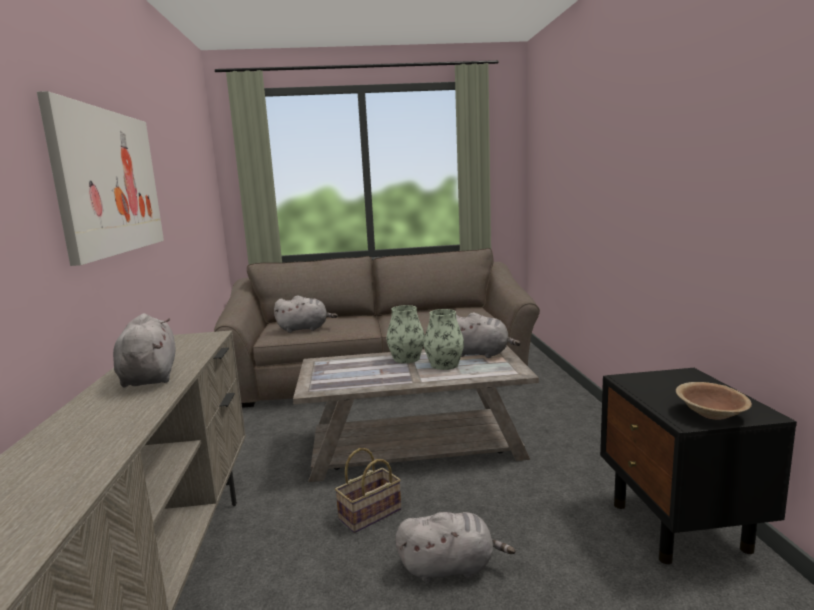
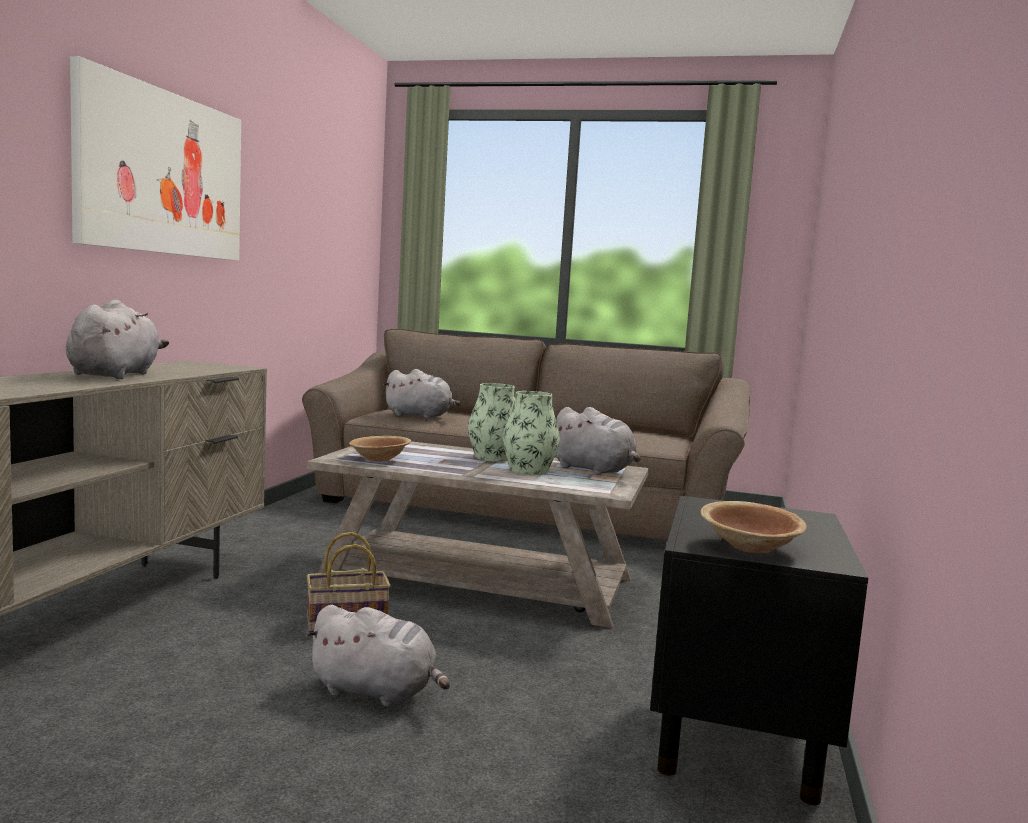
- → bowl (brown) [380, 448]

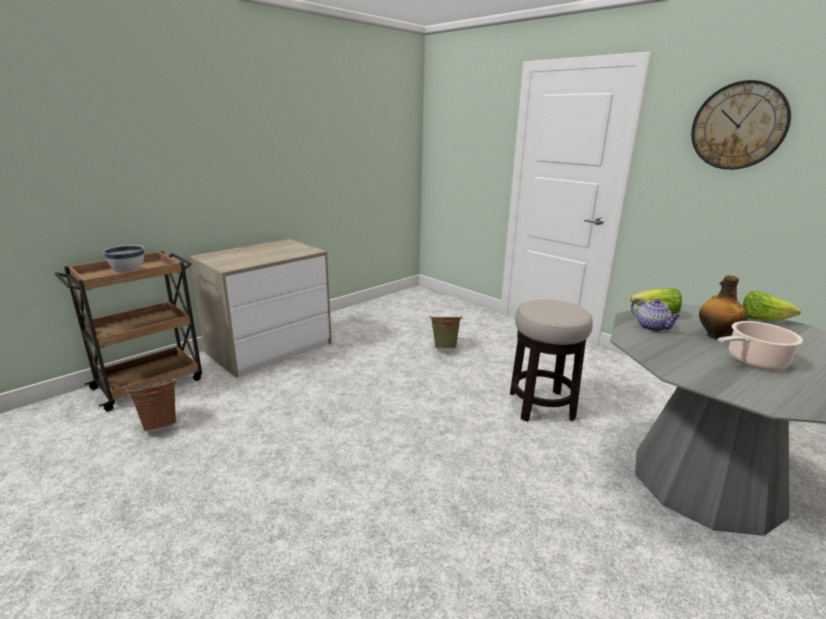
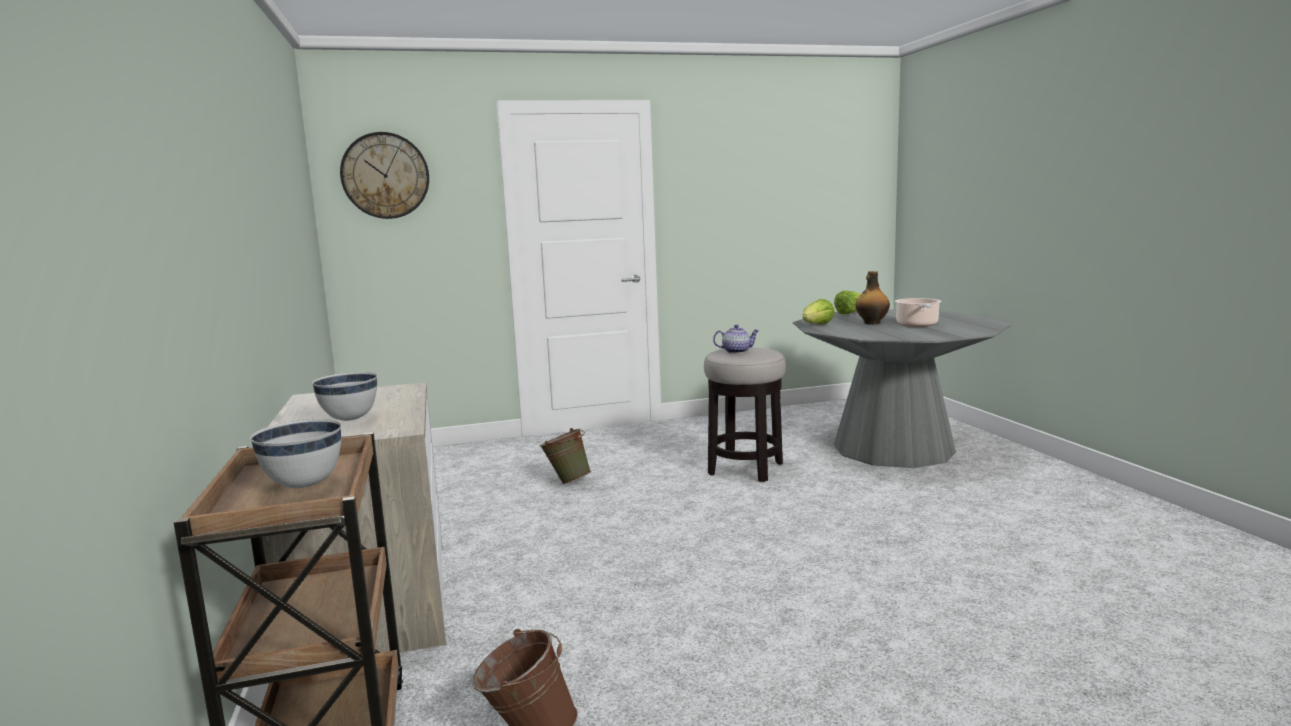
teapot [656, 315] → teapot [736, 339], move
wall clock [741, 125] → wall clock [384, 175], move
- → bowl (white) [344, 396]

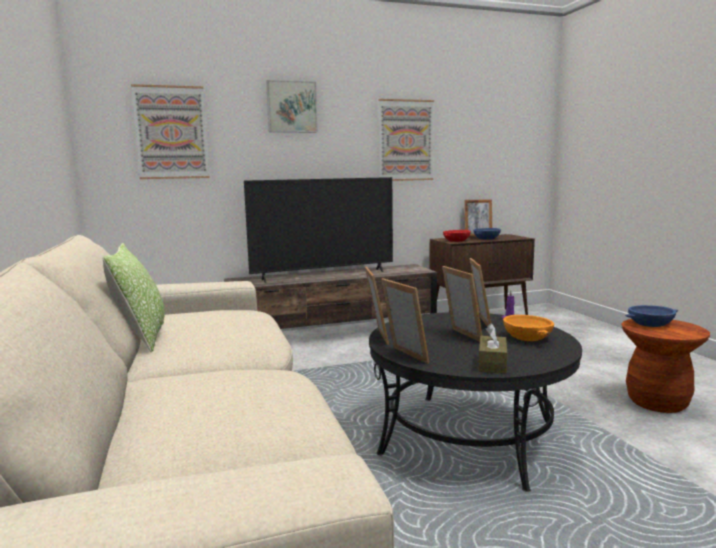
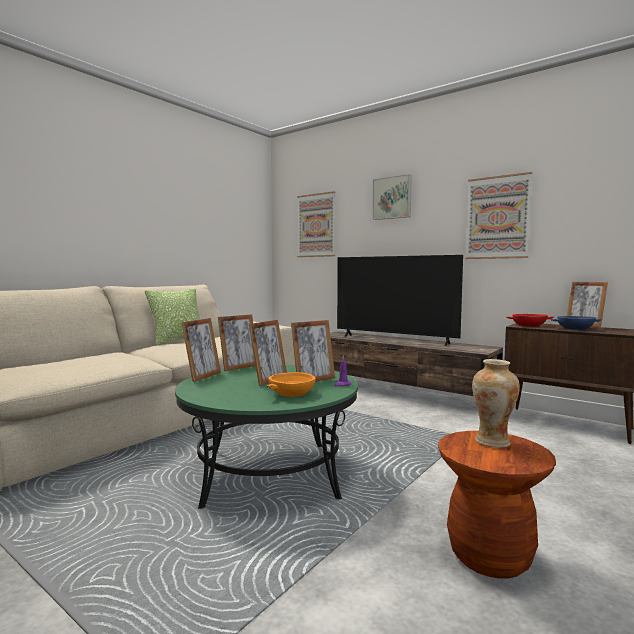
coffee table (black) [475, 402] → coffee table (green) [266, 437]
tissue box (brown) [493, 348] → -
bowl (blue) [651, 316] → vase [496, 403]

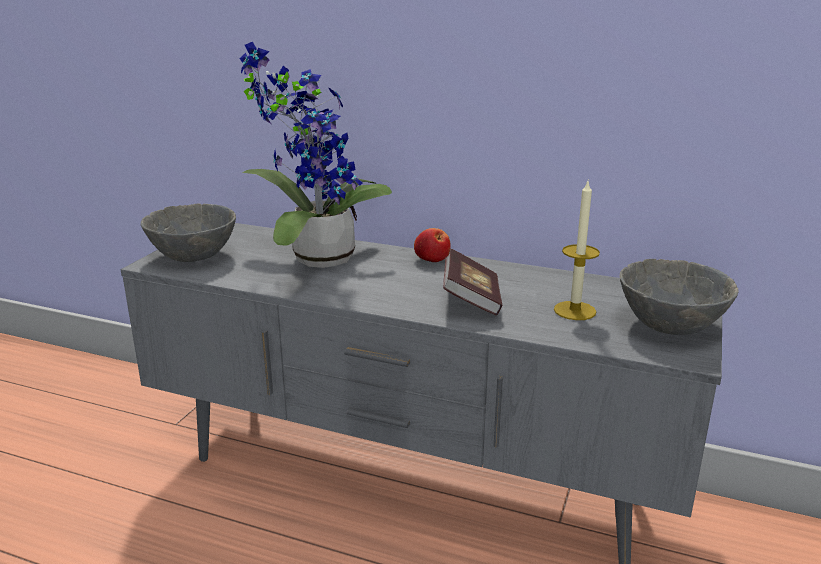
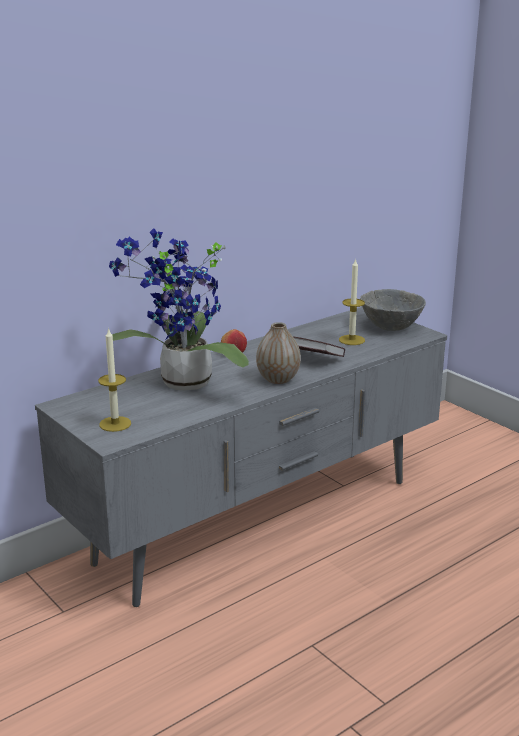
bowl (grey) [188, 233] → candle [114, 379]
- → vase [278, 353]

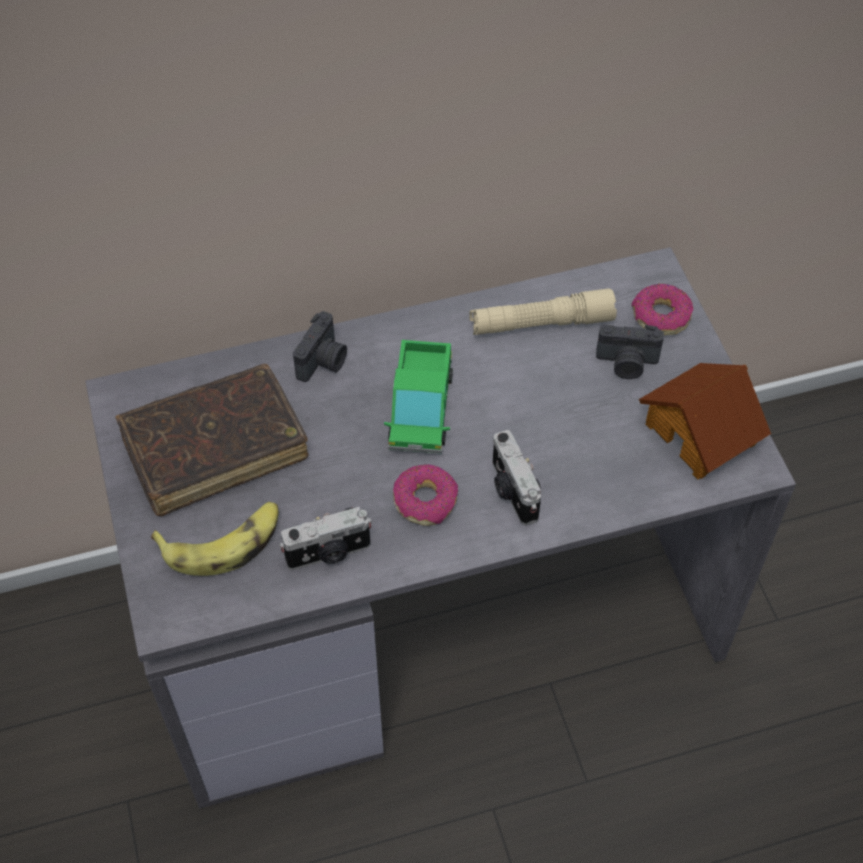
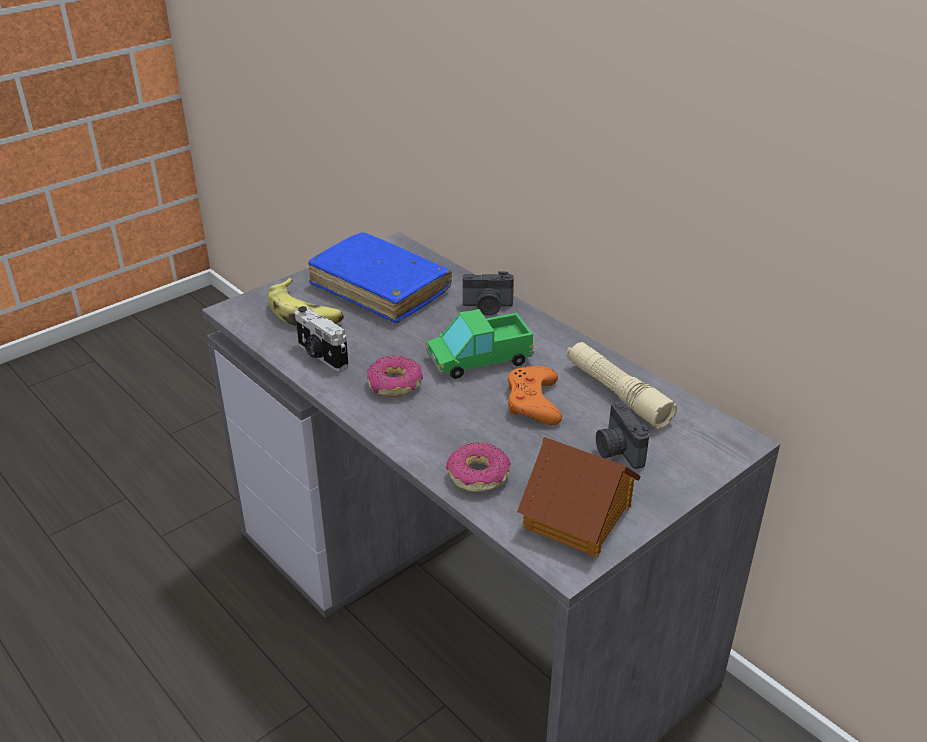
book (brown) [212, 440] → book (blue) [380, 277]
photo camera [516, 477] → -
donut [662, 309] → donut [478, 467], move
- → game controller (orange) [534, 395]

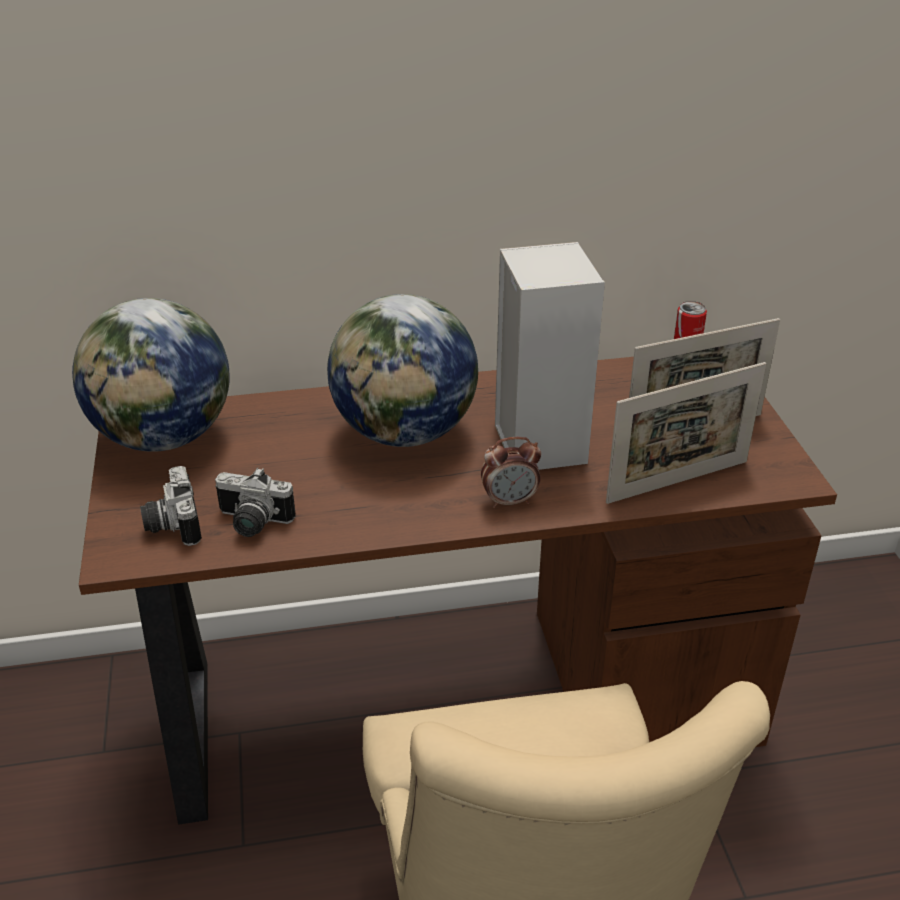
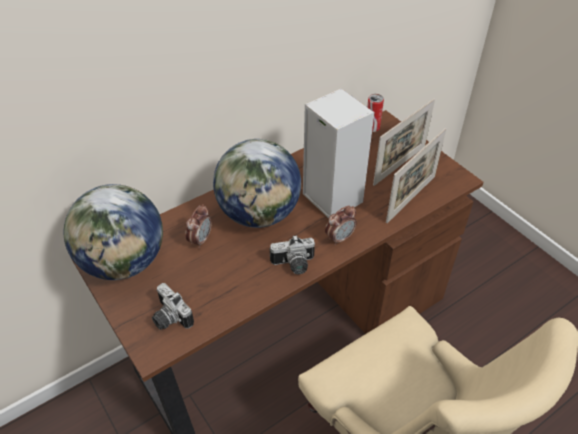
photo camera [255, 502] → photo camera [292, 254], move
- → alarm clock [198, 226]

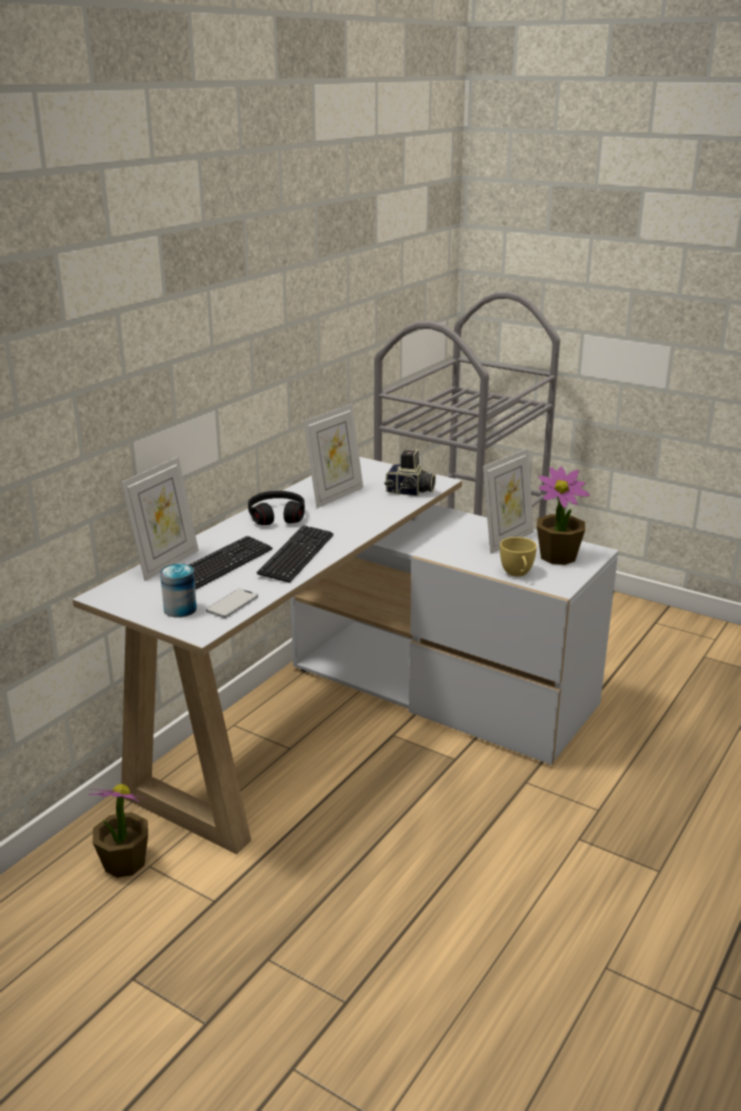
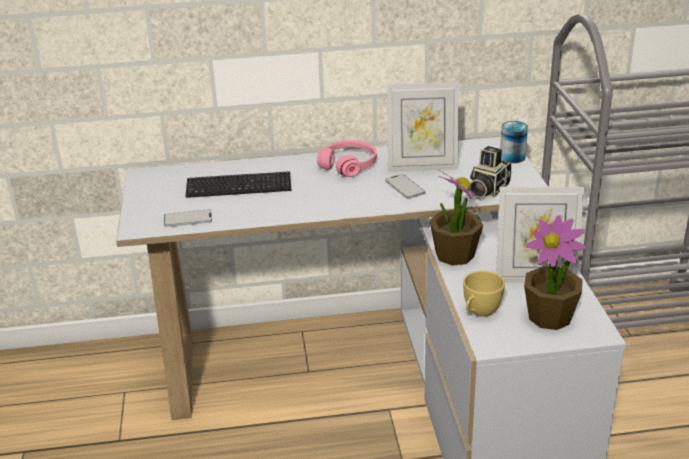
potted plant [118, 831] → potted plant [456, 218], move
picture frame [160, 519] → -
can [178, 591] → can [514, 142], move
headphones (black) [276, 508] → headphones (pink) [347, 158]
keyboard [295, 554] → -
photo camera [410, 472] → photo camera [490, 172], 60 degrees clockwise
- → phone [405, 186]

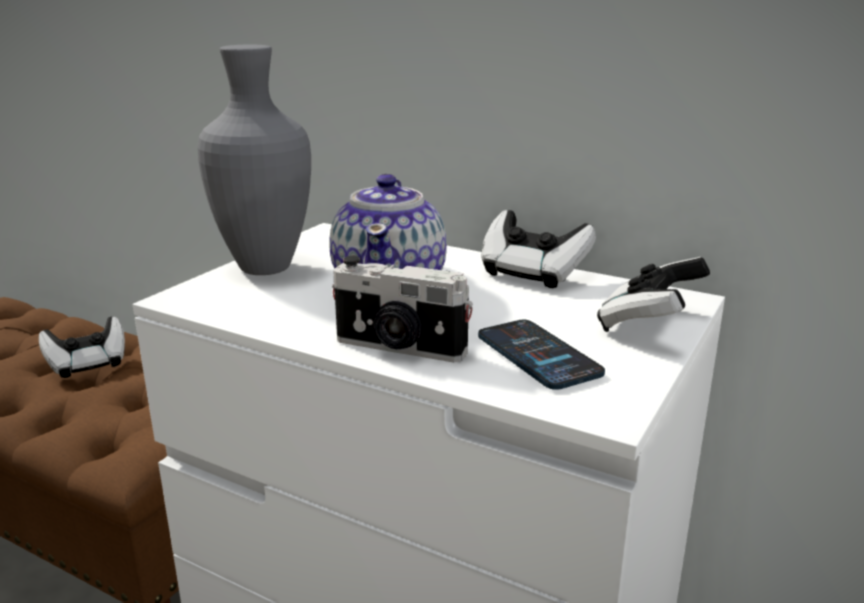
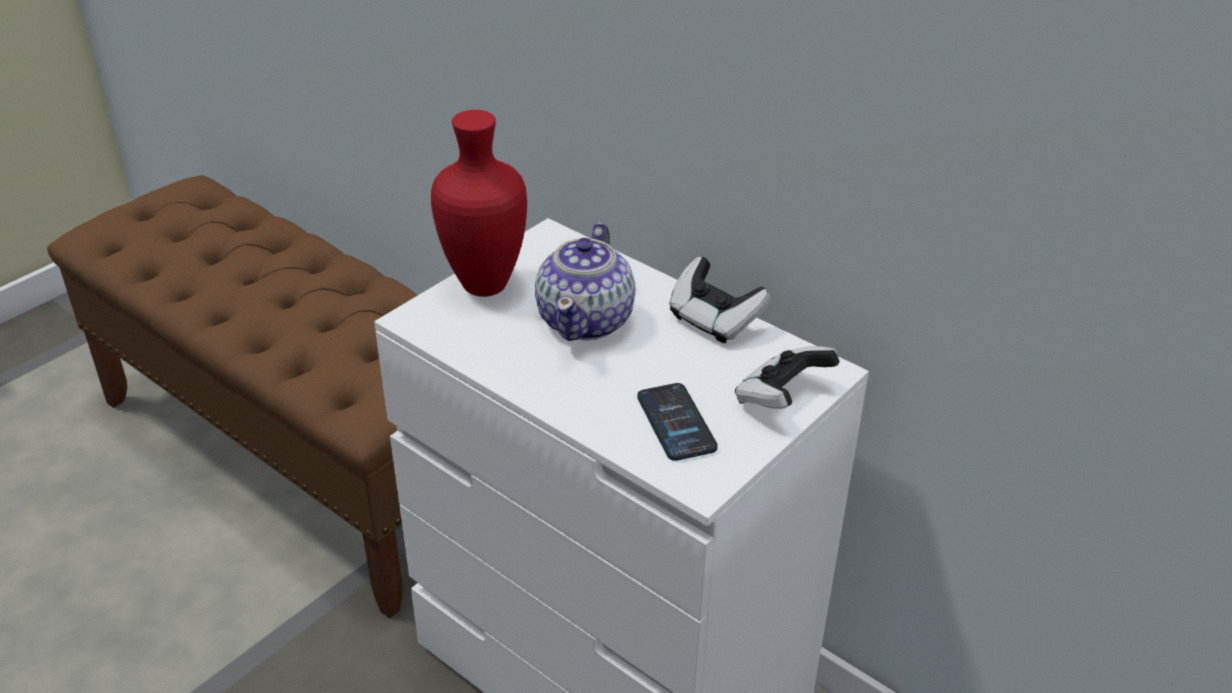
game controller [82, 347] → -
vase (grey) [254, 160] → vase (red) [479, 203]
photo camera [402, 309] → -

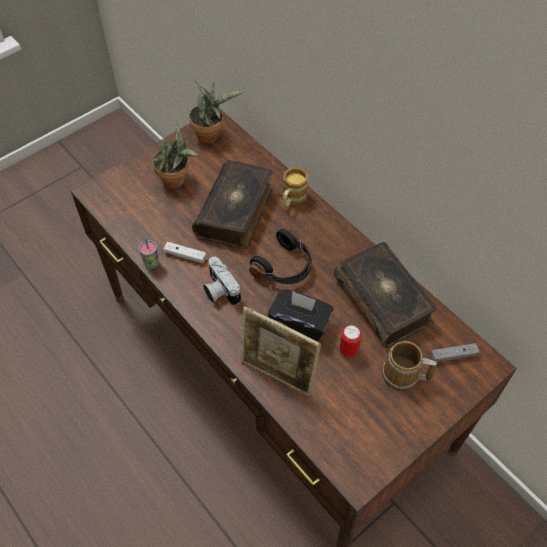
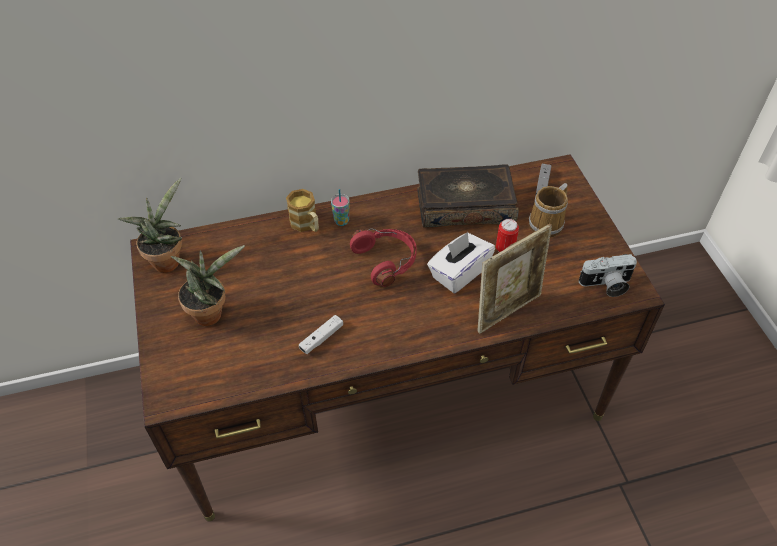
cup [149, 253] → cup [340, 207], move
book [232, 204] → -
photo camera [222, 281] → photo camera [608, 275], move
headphones (black) [280, 256] → headphones (red) [383, 257]
tissue box (black) [300, 315] → tissue box (white) [461, 262]

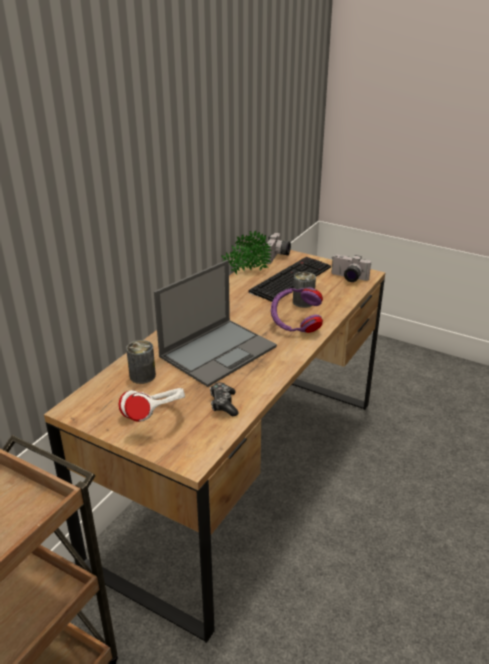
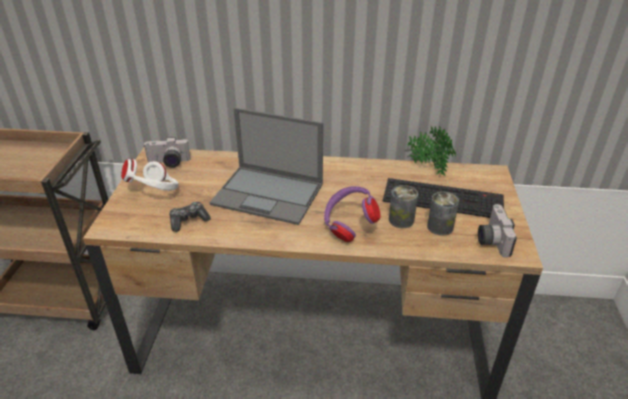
can [141, 362] → can [443, 214], move
photo camera [277, 248] → photo camera [167, 152], move

